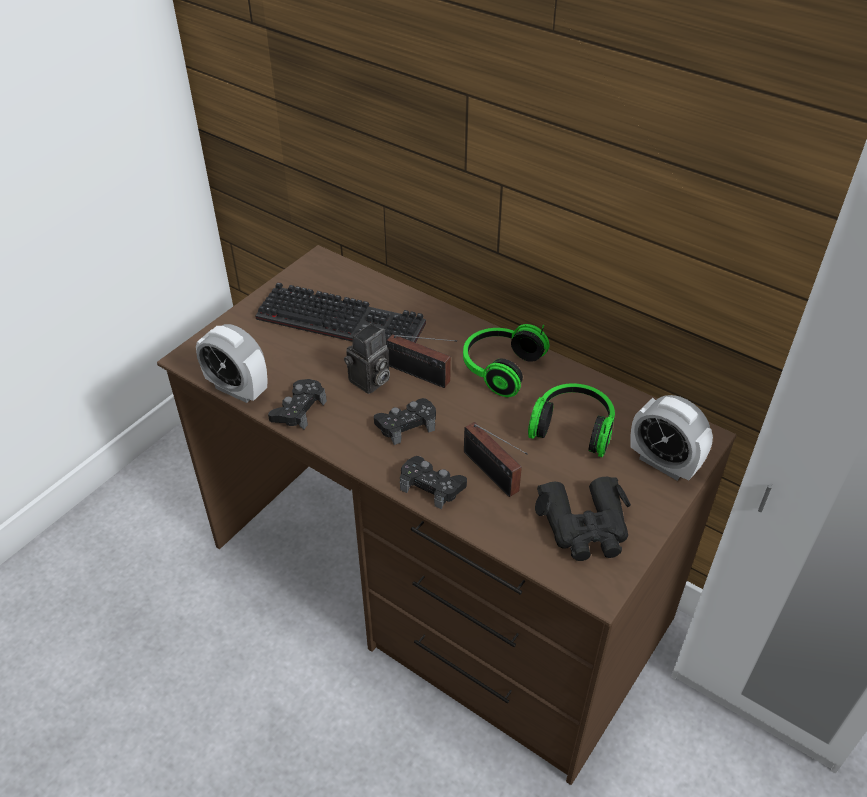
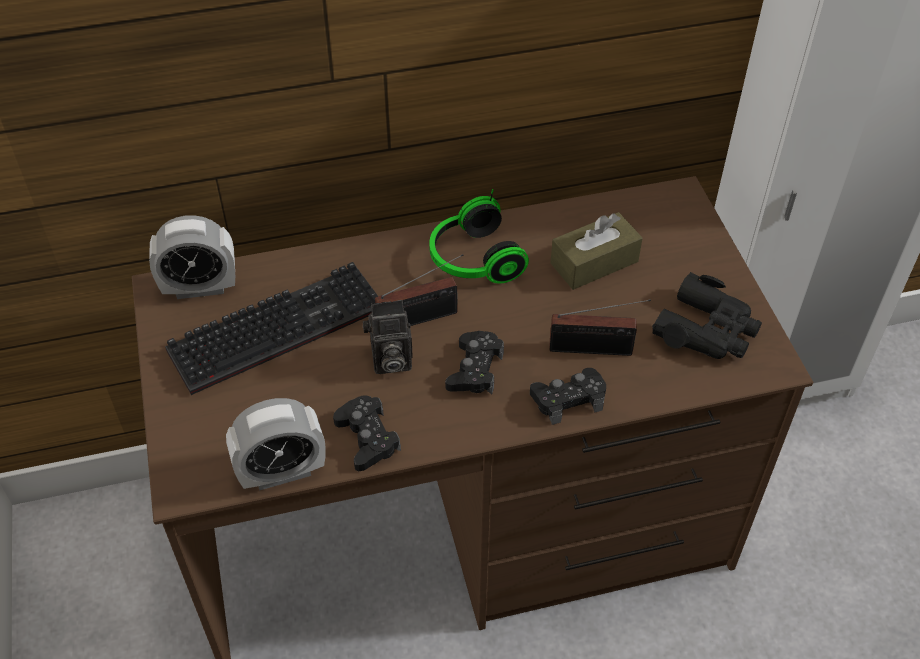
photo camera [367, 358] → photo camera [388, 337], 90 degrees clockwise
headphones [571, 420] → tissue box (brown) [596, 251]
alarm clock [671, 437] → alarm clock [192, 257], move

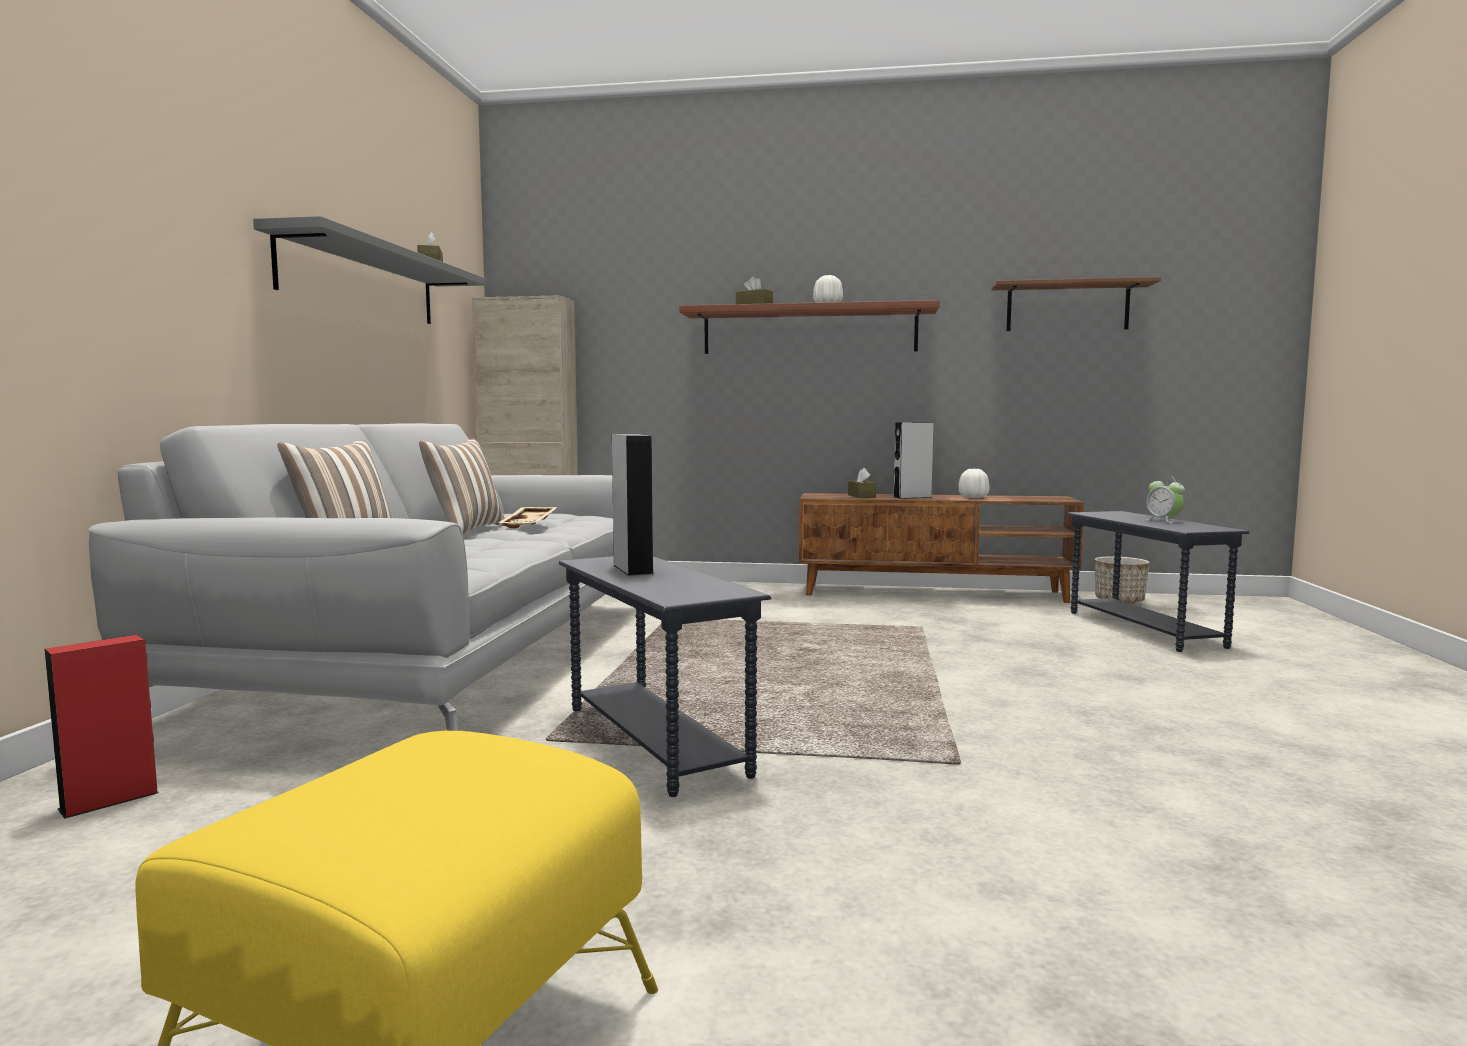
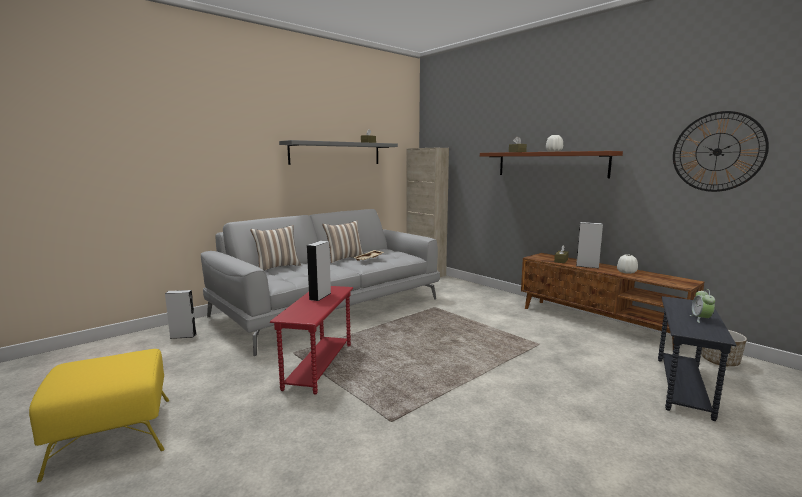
speaker (red) [102, 727] → speaker (grey) [180, 314]
side table (grey) [665, 676] → side table (red) [311, 340]
shelf (brown) [1076, 304] → wall clock [721, 151]

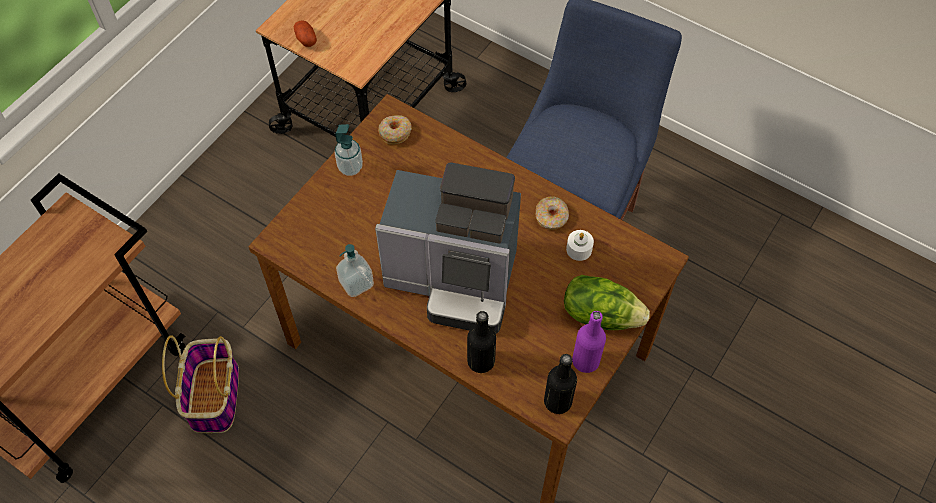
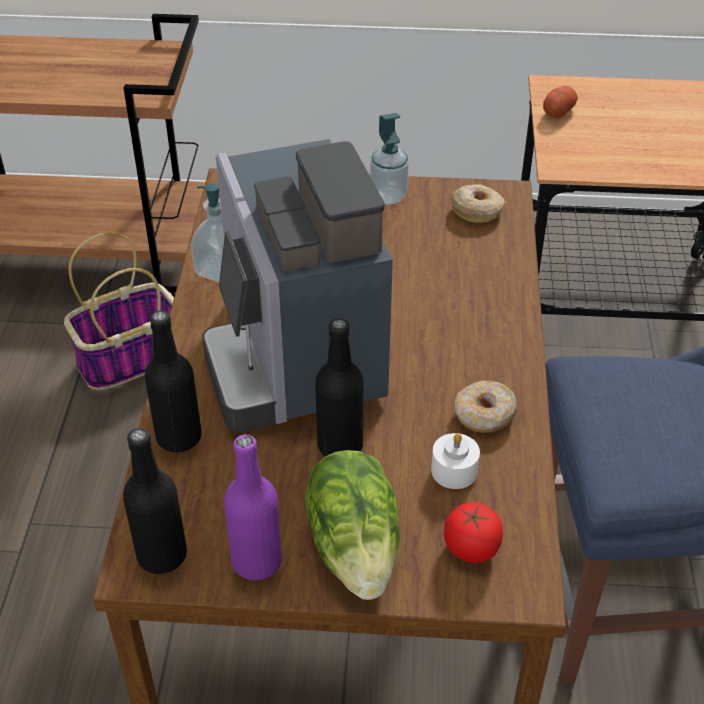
- → bottle (black) [339, 387]
- → tomato [473, 532]

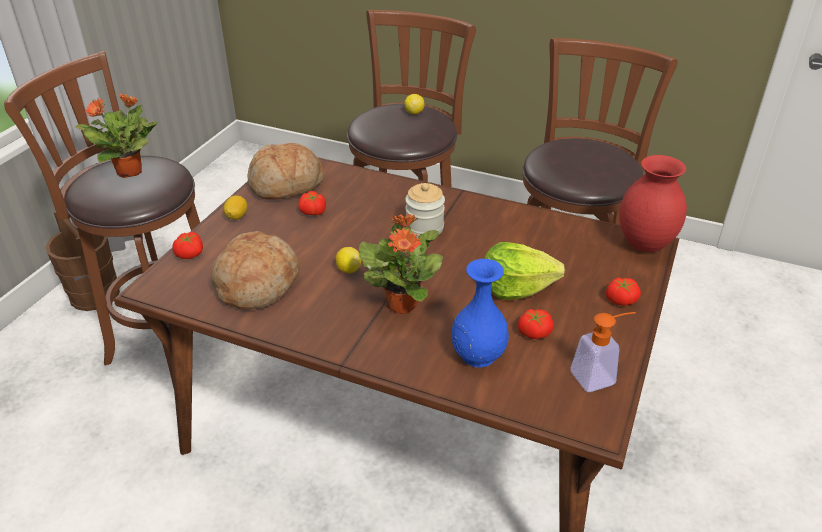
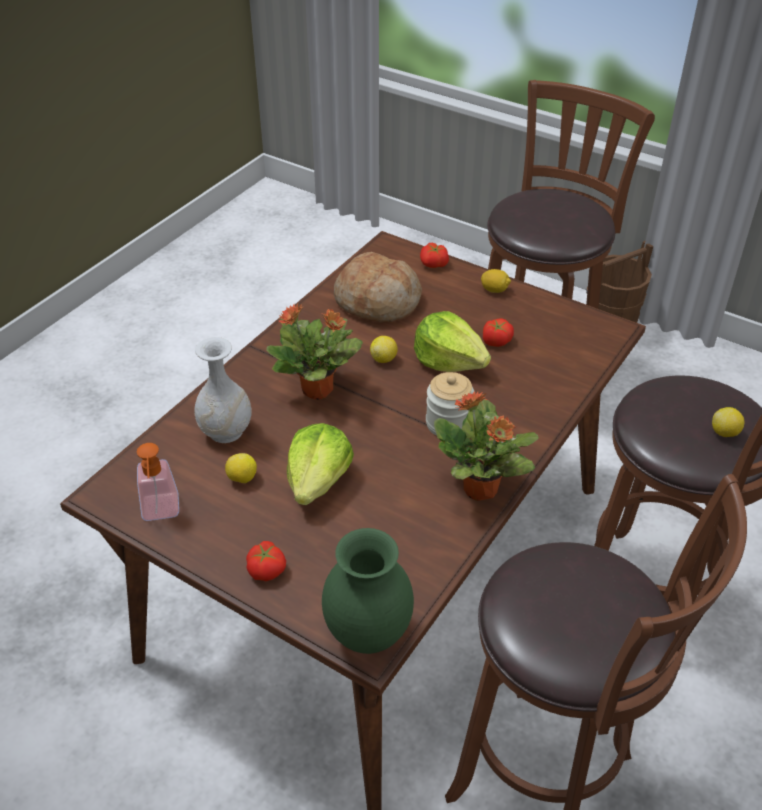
potted plant [117, 135] → potted plant [486, 446], move
bread [285, 171] → -
vase (blue) [480, 313] → vase (white) [223, 390]
tomato [536, 324] → lemon [241, 468]
vase (red) [653, 203] → vase (green) [368, 591]
- → lettuce [452, 341]

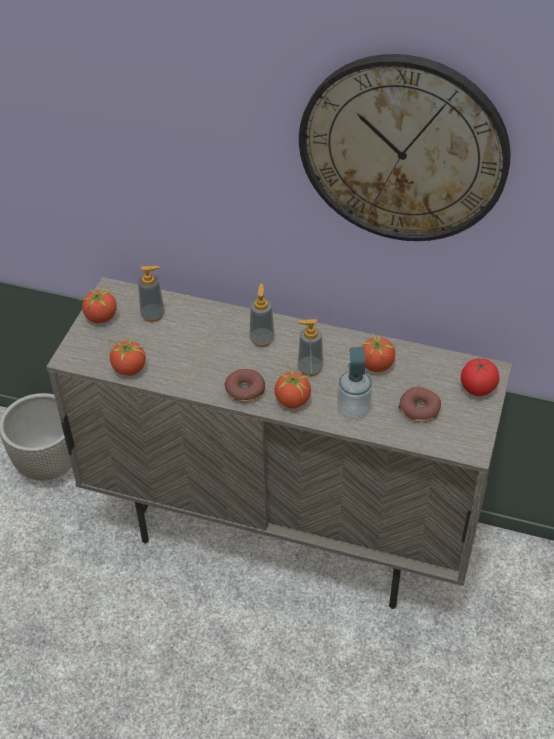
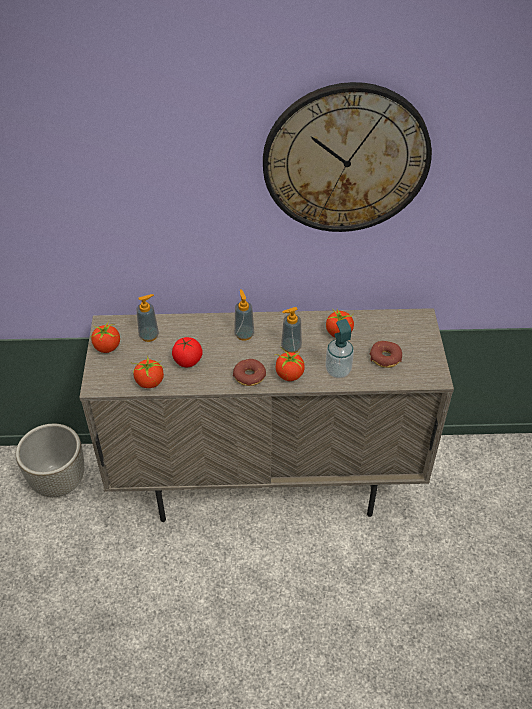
tomato [480, 377] → tomato [187, 352], move

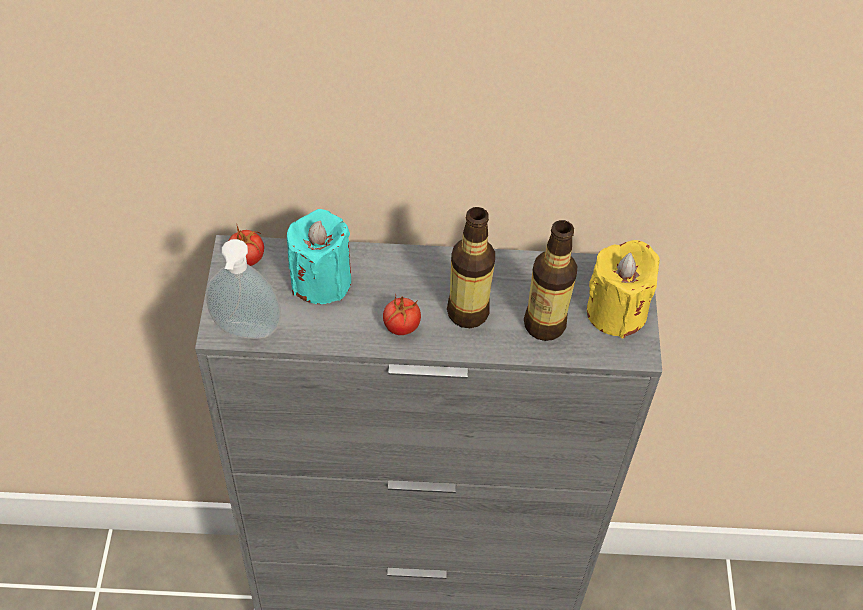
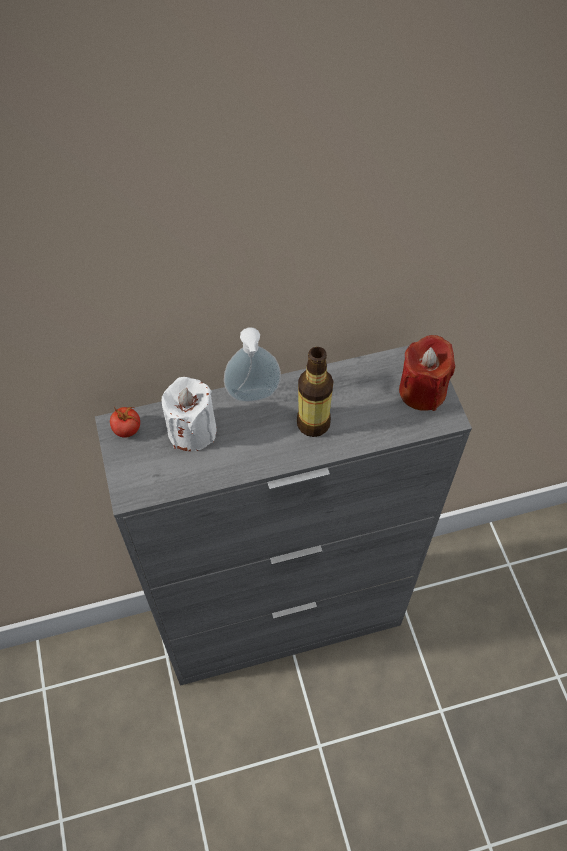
soap dispenser [243, 289] → soap dispenser [252, 364], move
candle (turquoise) [319, 256] → candle (white) [189, 414]
tomato [402, 314] → -
bottle [550, 280] → -
candle (yellow) [623, 289] → candle (red) [427, 373]

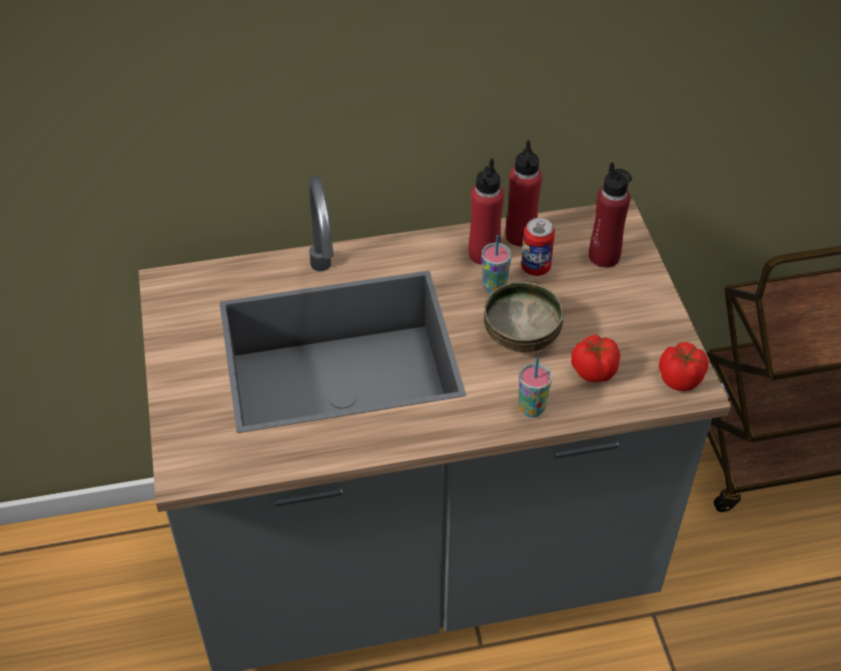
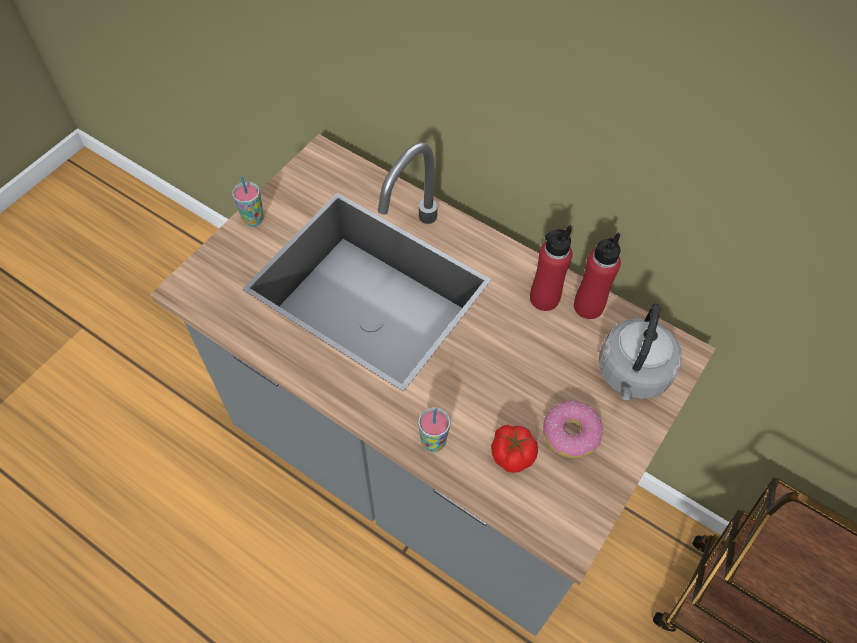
cup [497, 264] → cup [248, 201], move
bowl [523, 317] → -
can [538, 247] → -
bottle (red) [610, 215] → kettle (grey) [640, 351]
tomato [683, 366] → -
- → donut [573, 429]

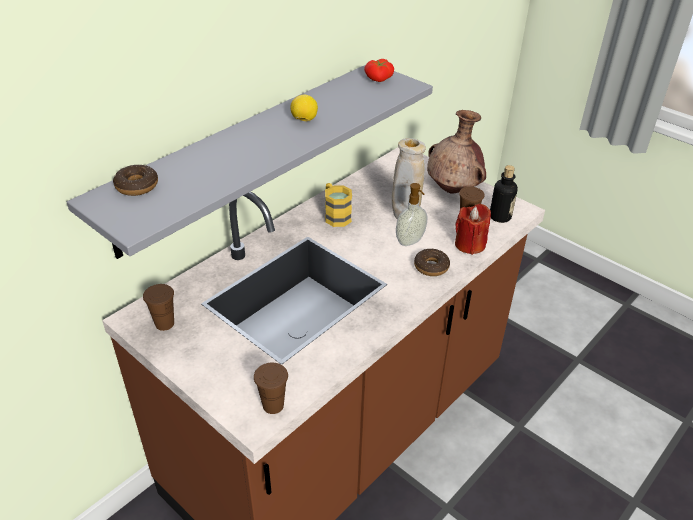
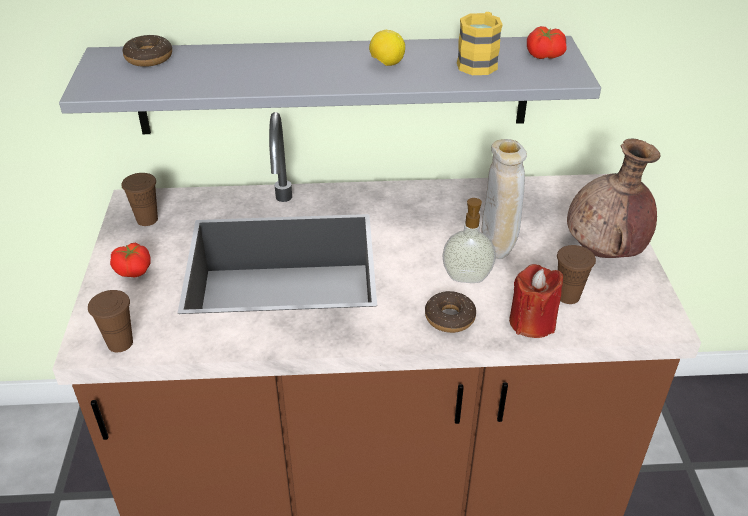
mug (yellow) [338, 205] → mug (yellow) [480, 43], move
bottle [504, 194] → -
- → tomato [130, 260]

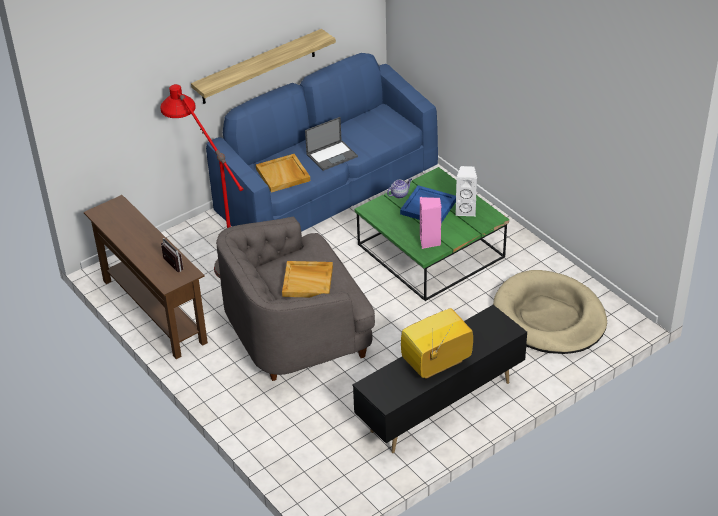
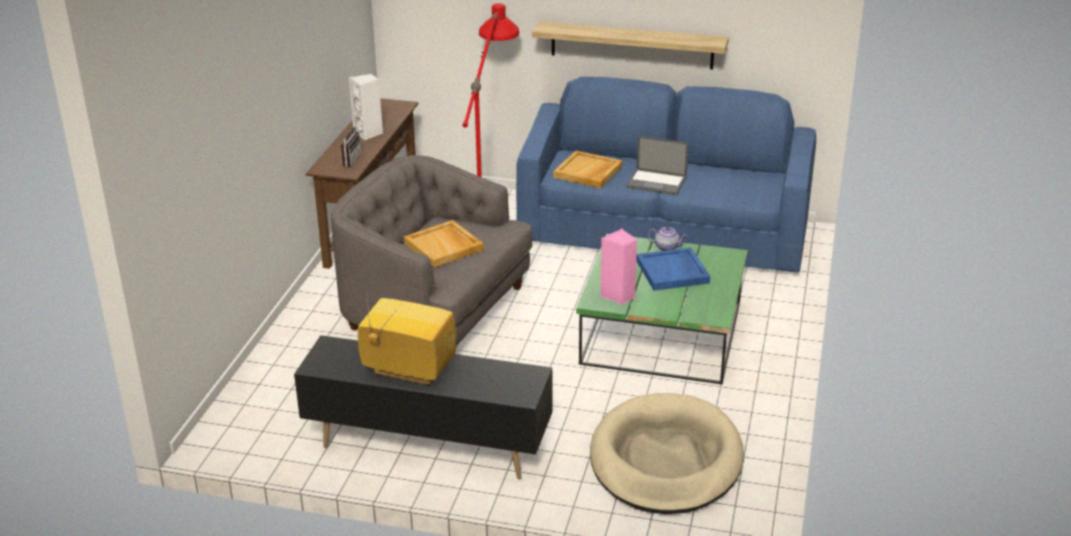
speaker (white) [466, 191] → speaker (white) [366, 107], move

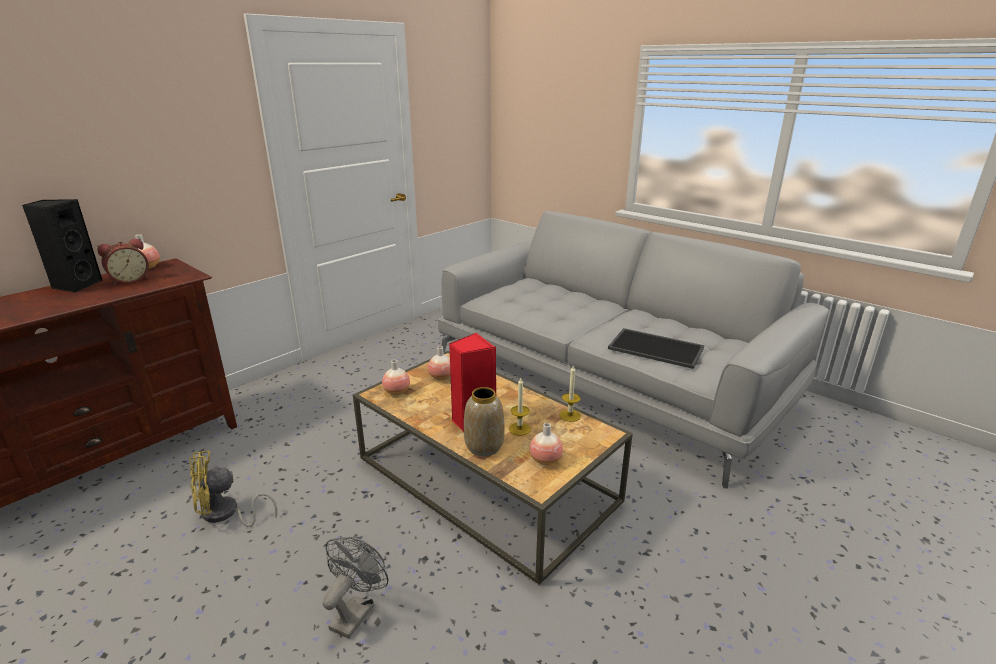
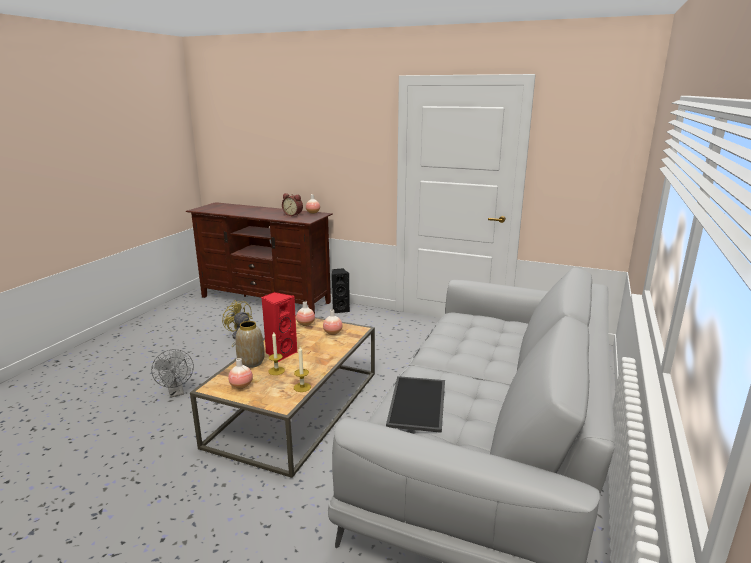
speaker (black) [62, 246] → speaker (black) [341, 290], move
fan (grey) [355, 588] → fan (grey) [172, 373], 60 degrees clockwise

